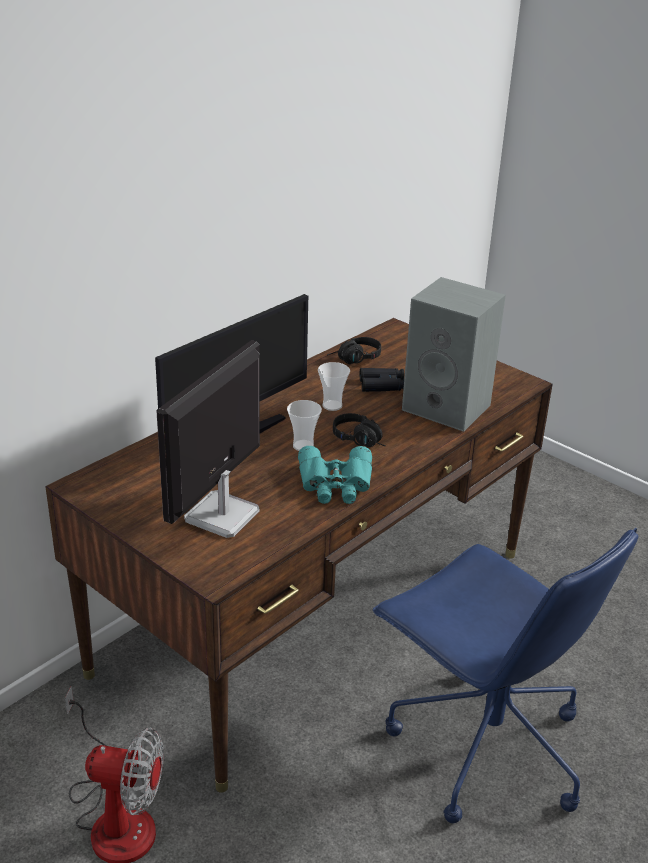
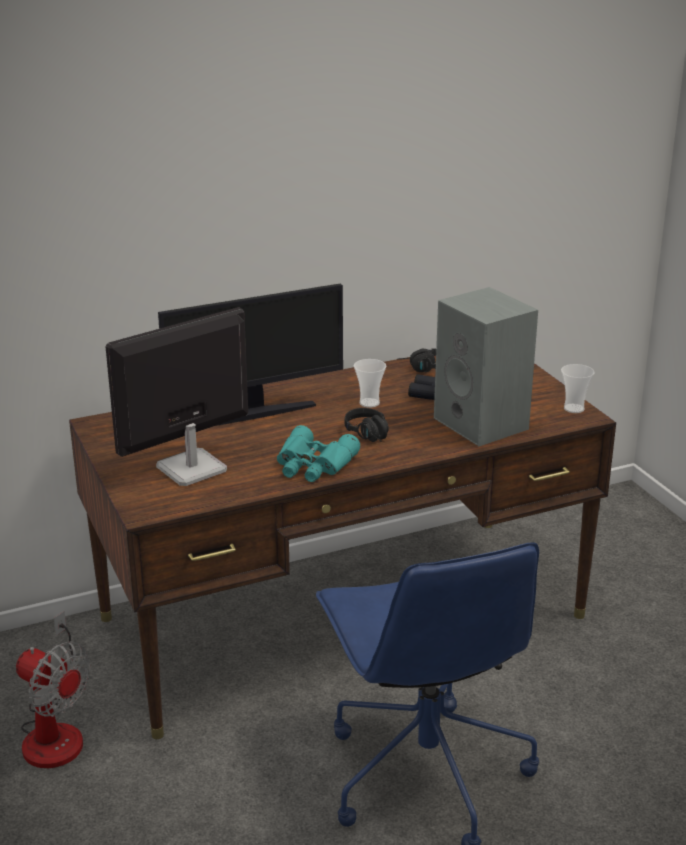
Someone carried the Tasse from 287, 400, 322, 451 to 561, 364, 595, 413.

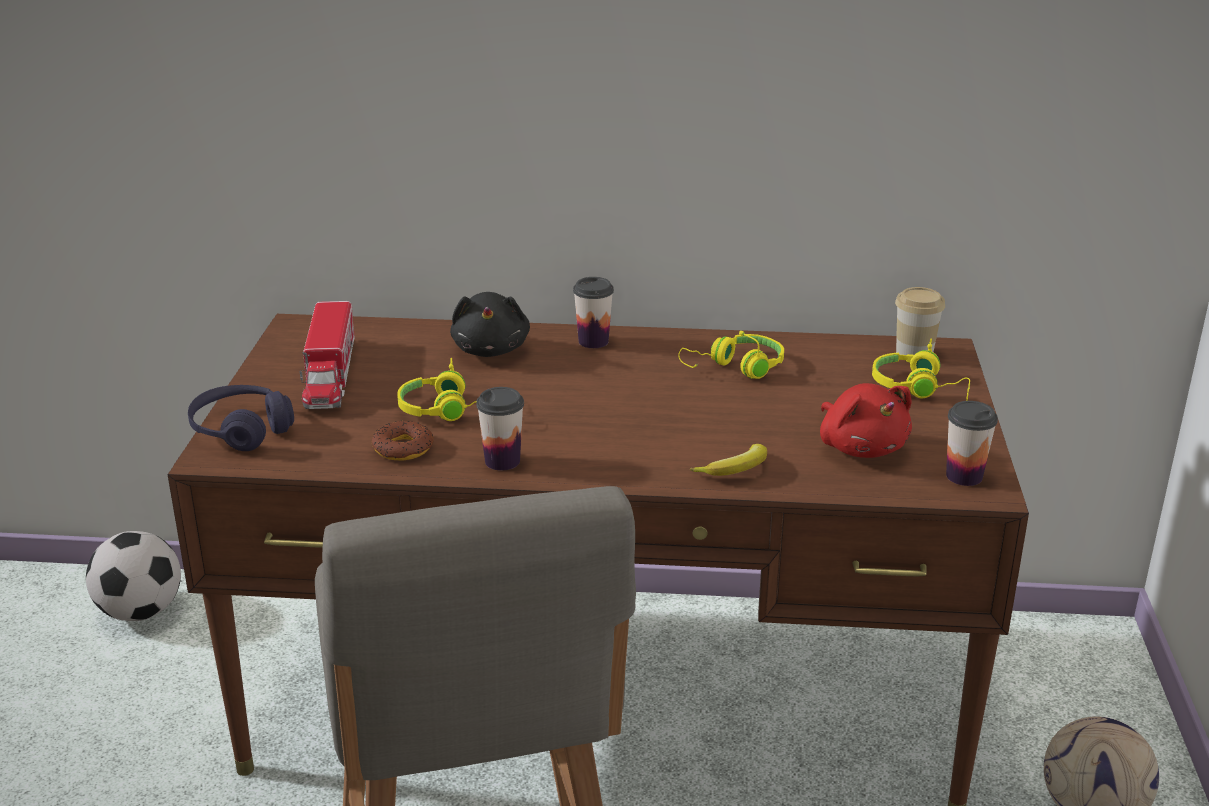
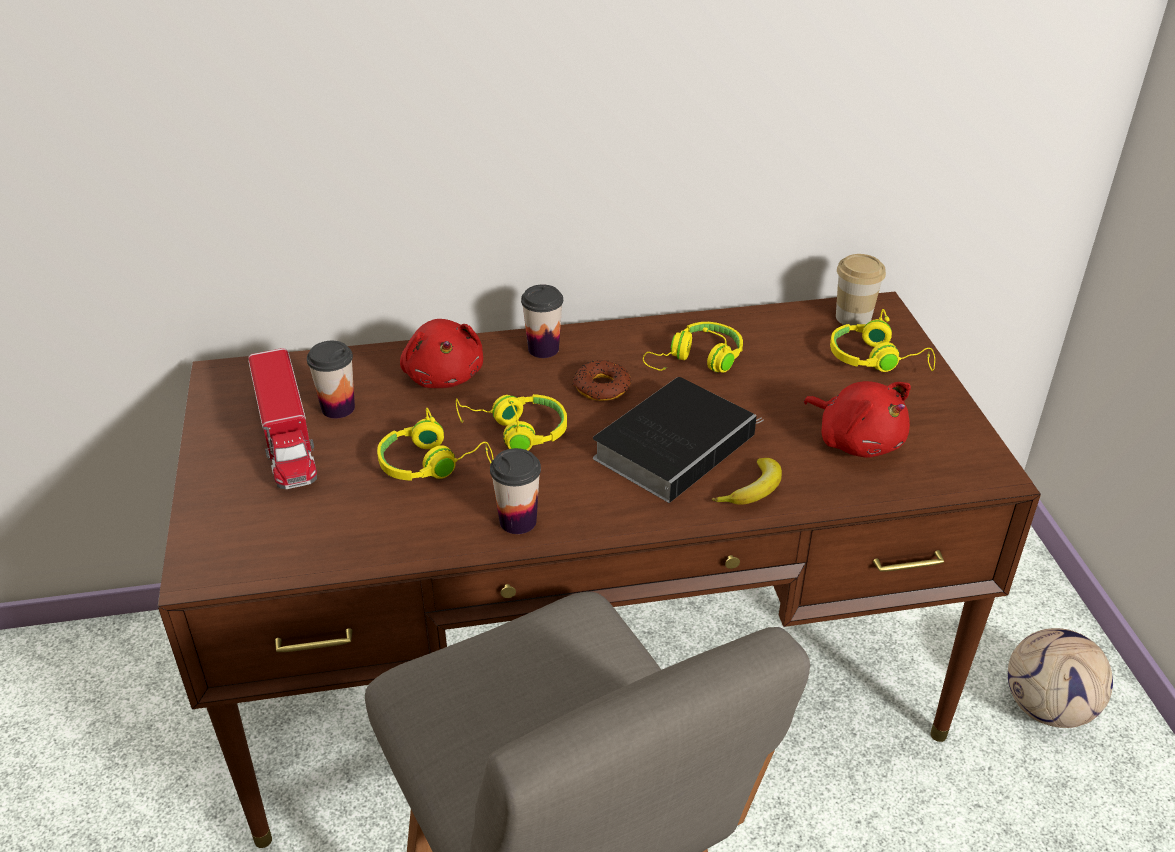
Someone took away the Fußball at 86, 531, 181, 621. Someone took away the Kopfhörer (lila) at 188, 385, 294, 451. Someone put down the Kopfhörer (gelb) at 456, 394, 567, 451. Someone put down the Buch at 593, 377, 764, 503. Someone carried the Donut from 371, 421, 434, 461 to 572, 360, 631, 401. Someone carried the Tasse from 946, 401, 998, 486 to 307, 341, 355, 419. Someone repainted the Plüschtier (schwarz) at 450, 292, 530, 357, which became the Plüschtier (rot) at 400, 319, 483, 388.

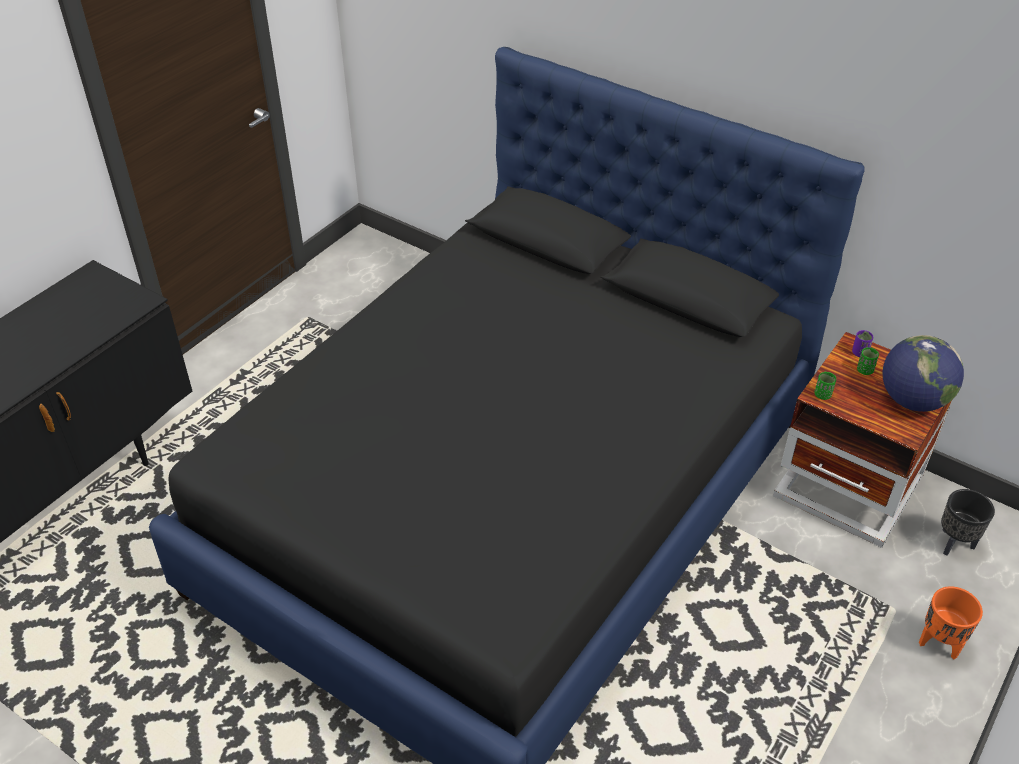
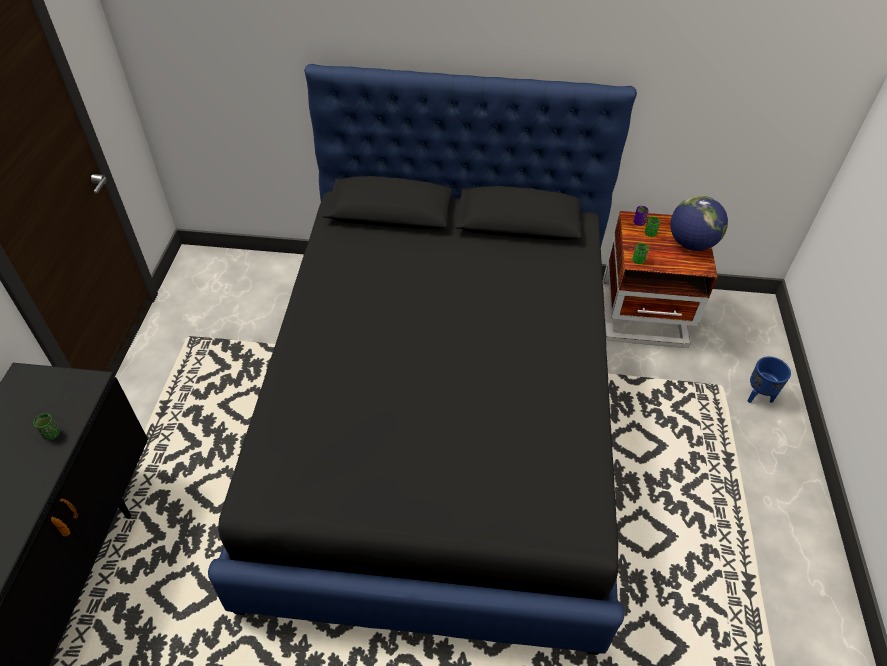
Someone took away the Pflanzkübel (schwarz) at 941, 489, 995, 556. Someone put down the Tasse (grün) at 33, 414, 60, 440. Someone repainted the Pflanzkübel (orange) at 919, 586, 983, 659, which became the Pflanzkübel (blau) at 748, 356, 791, 403.

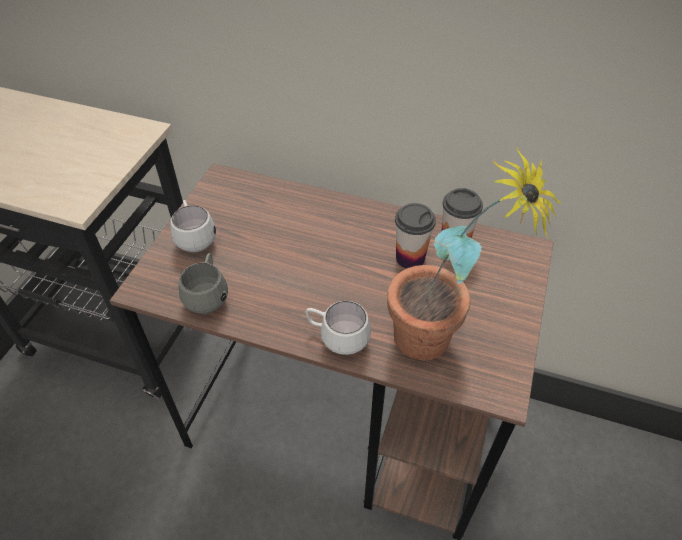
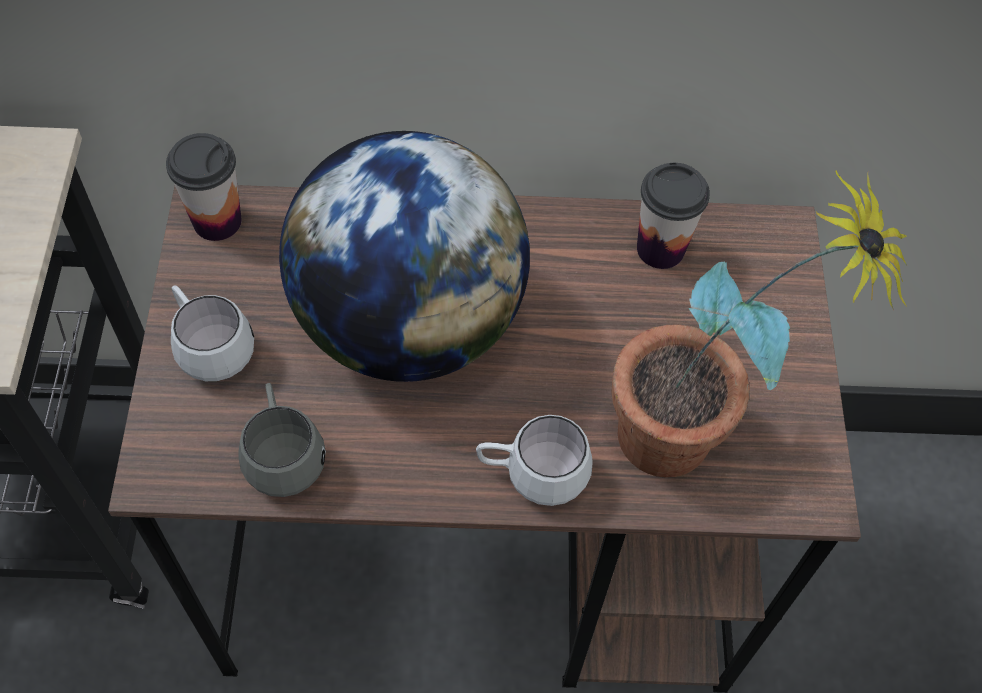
Someone put down the Globus at 279, 131, 530, 382. Someone carried the Tasse from 395, 203, 436, 269 to 166, 133, 242, 241.

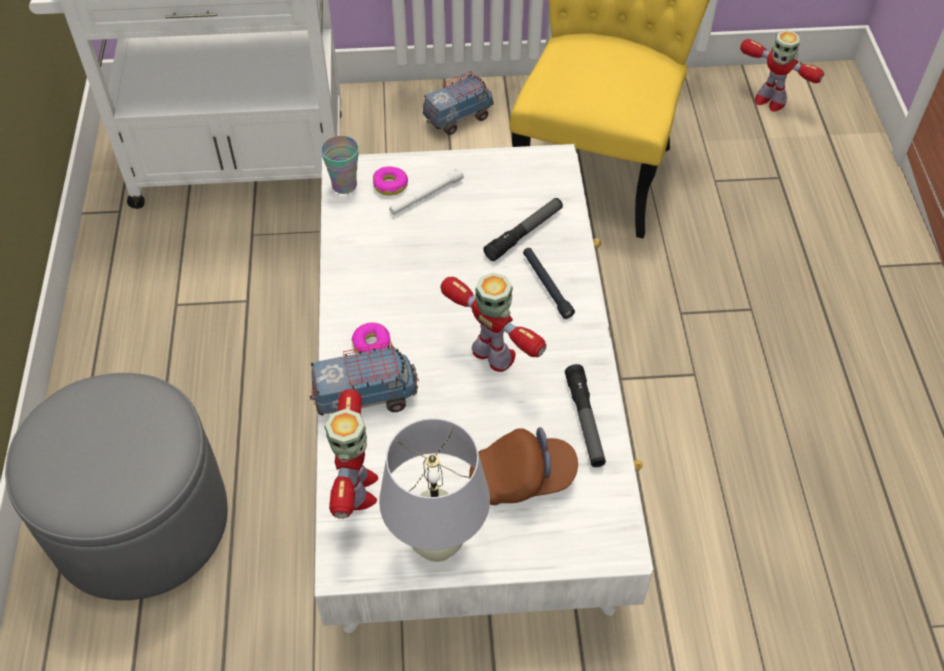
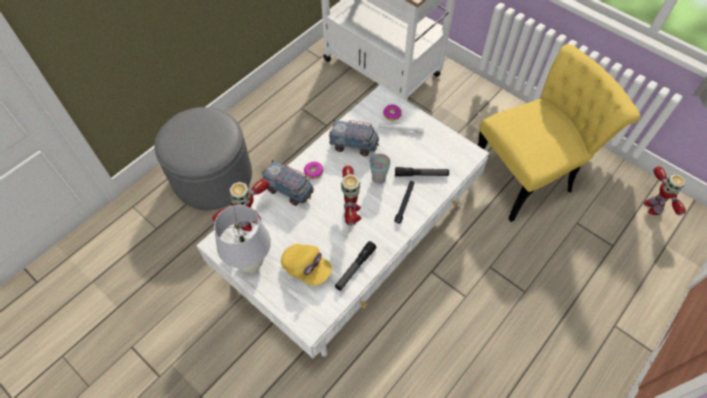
Someone carried the Tasse from 321, 136, 359, 194 to 369, 153, 391, 184. Someone carried the Spielzeuglaster from 423, 71, 494, 135 to 329, 120, 379, 156. Someone repainted the Kappe (braun) at 469, 427, 578, 505, which became the Kappe (gelb) at 281, 244, 332, 286.

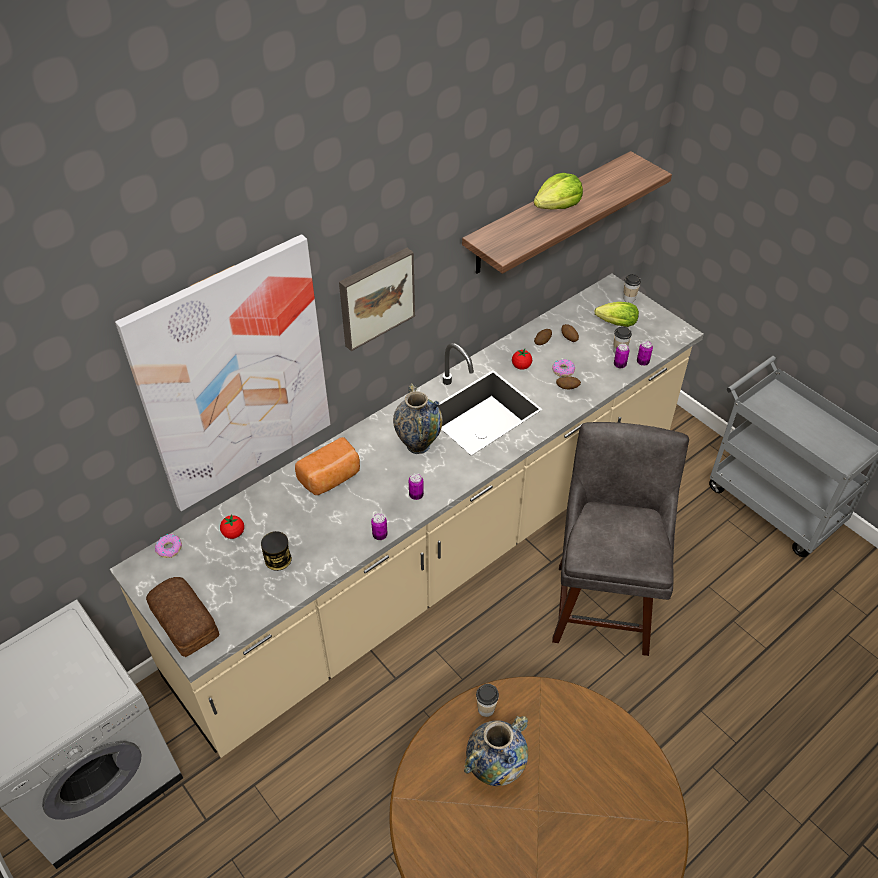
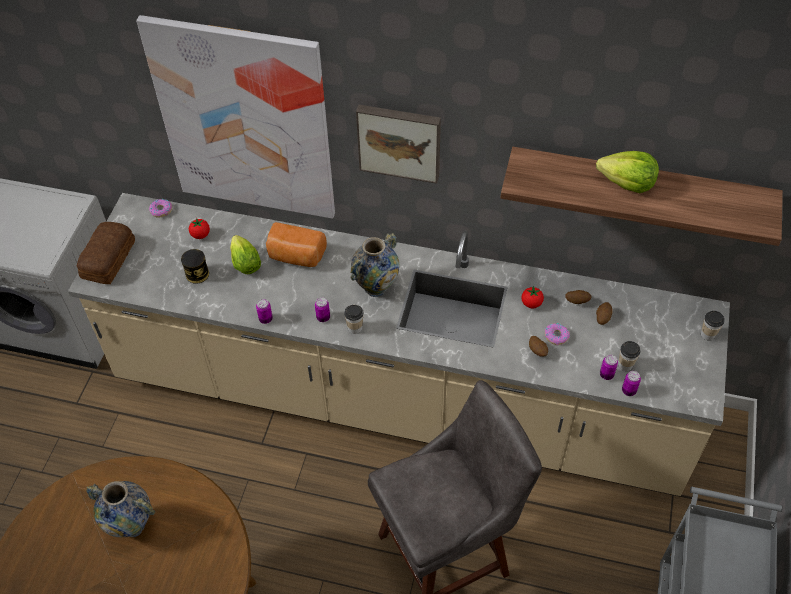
Someone carried the Tasse from 476, 684, 499, 717 to 344, 305, 364, 334. Someone carried the Salatkopf from 594, 302, 639, 327 to 230, 235, 261, 274.

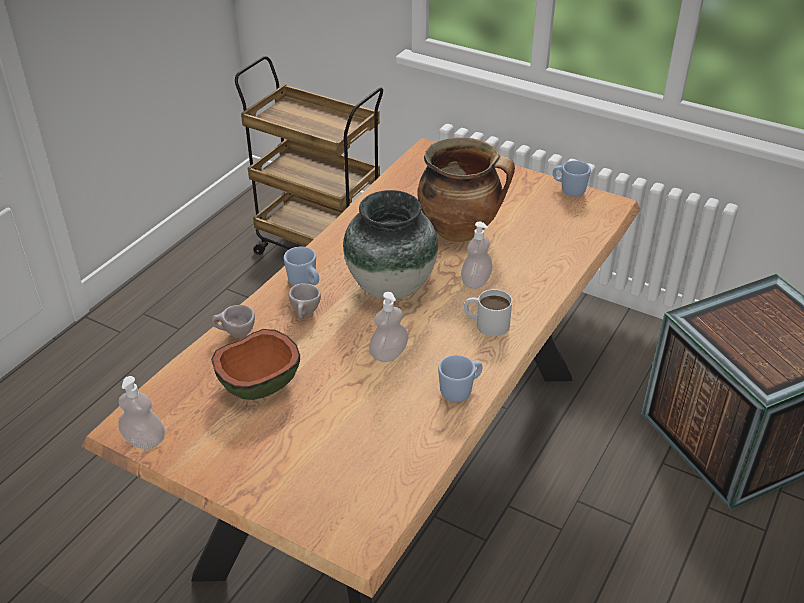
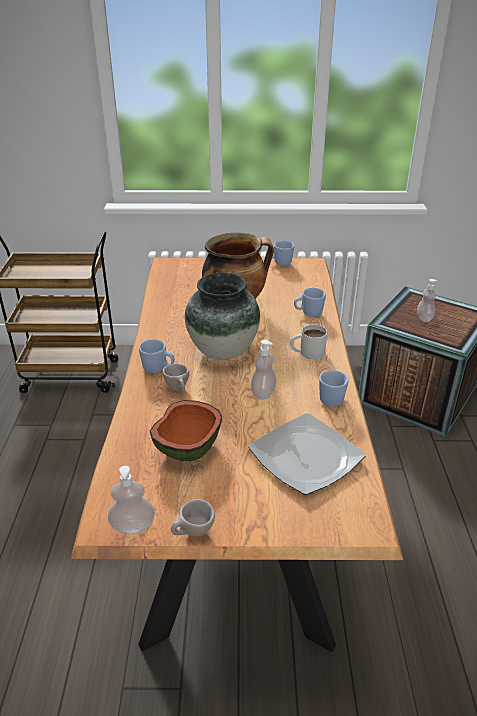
Someone put down the Teller at 249, 413, 365, 495. Someone put down the Henkelbecher (blau) at 294, 288, 326, 317. Someone carried the Tasse (beige) from 211, 305, 255, 338 to 171, 499, 215, 537. Someone carried the Seifenspender from 461, 222, 492, 289 to 417, 279, 438, 322.

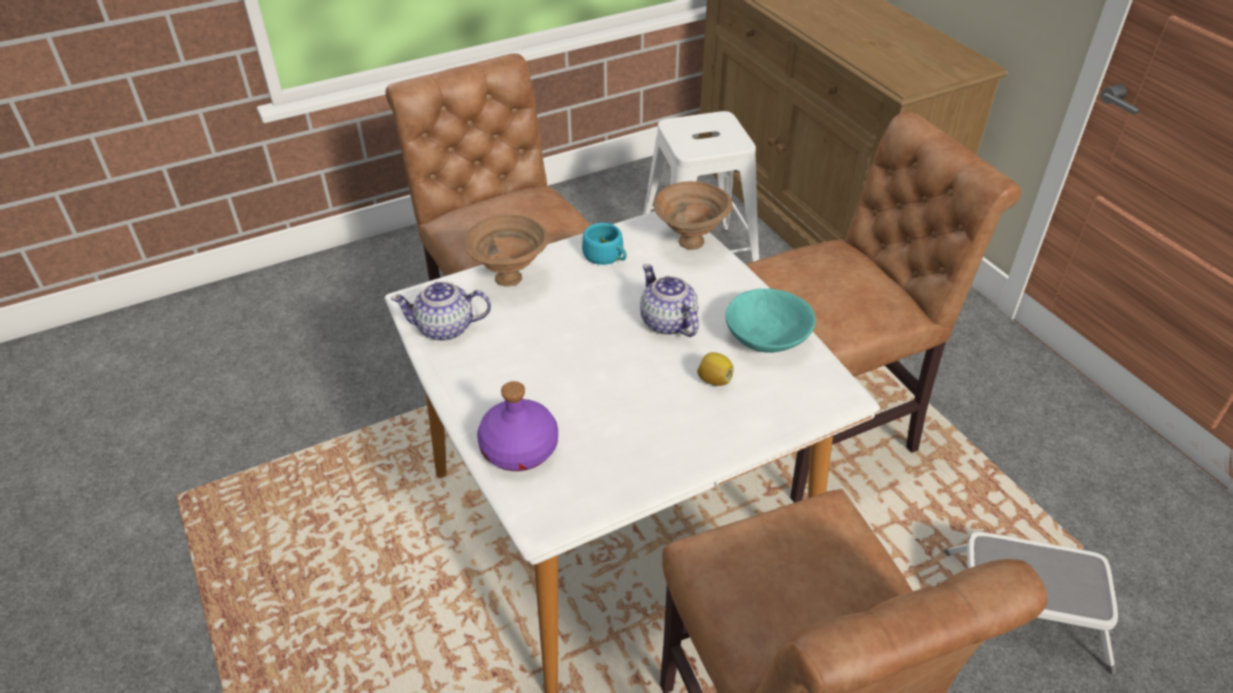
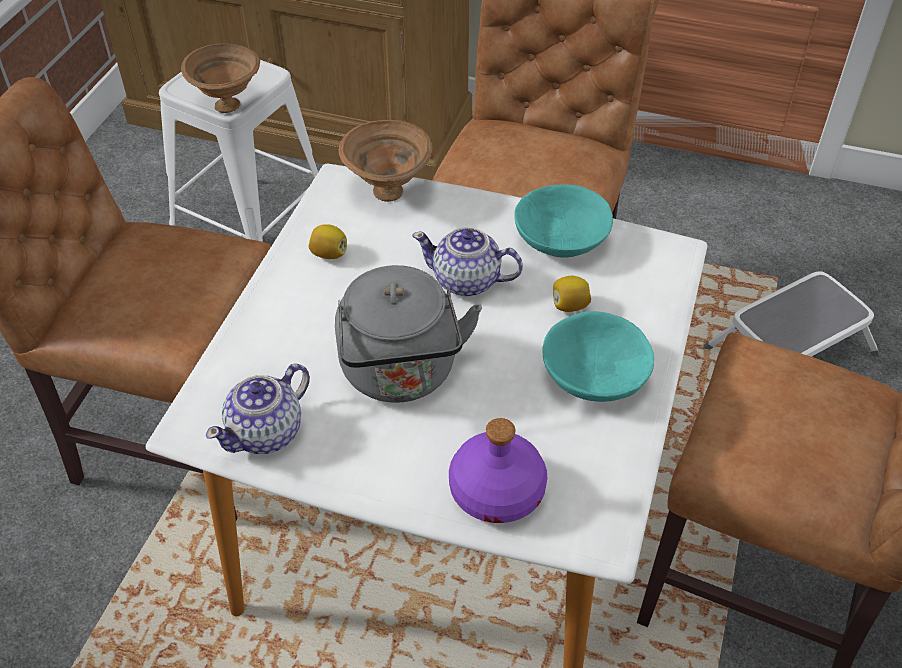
Someone put down the Wasserkessel (grau) at 335, 265, 482, 403. Someone put down the Schüssel (türkis) at 542, 311, 654, 402. Someone carried the Schüssel (braun) from 464, 214, 549, 287 to 181, 44, 260, 113. Someone swapped the Tasse (türkis) at 582, 223, 627, 265 for the Zitrone at 309, 224, 347, 259.

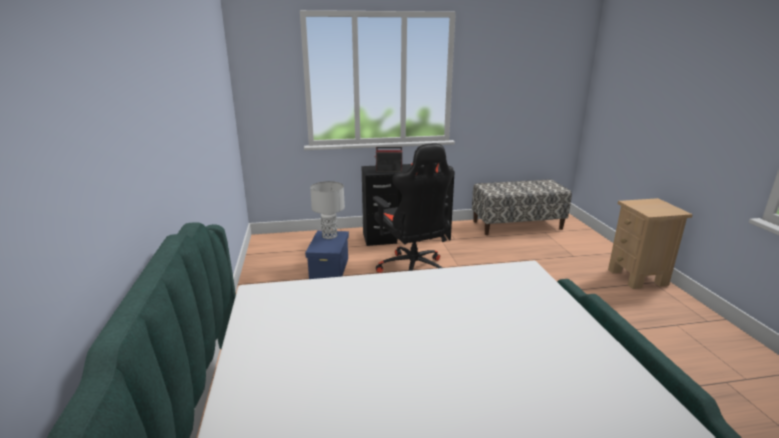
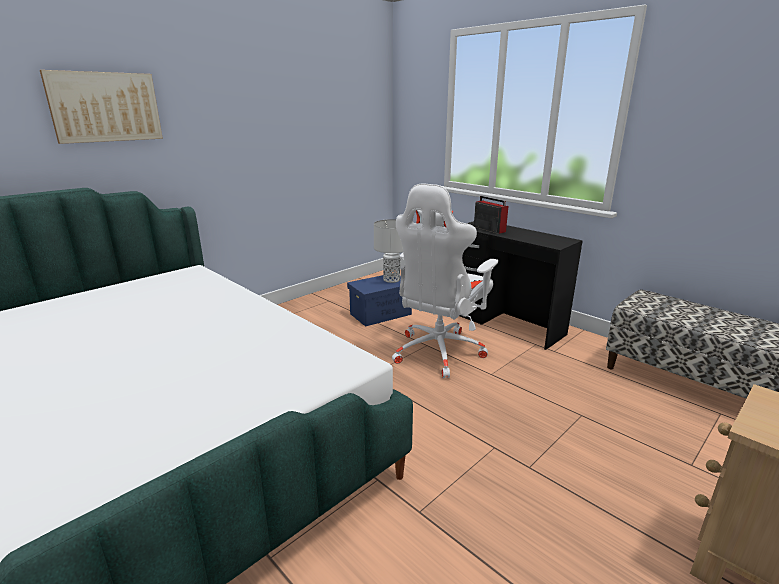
Someone put up the Bild at 40, 70, 163, 144. Someone repainted the Bürostuhl (schwarz) at 373, 143, 454, 273, which became the Bürostuhl (weiß) at 392, 183, 498, 378.

